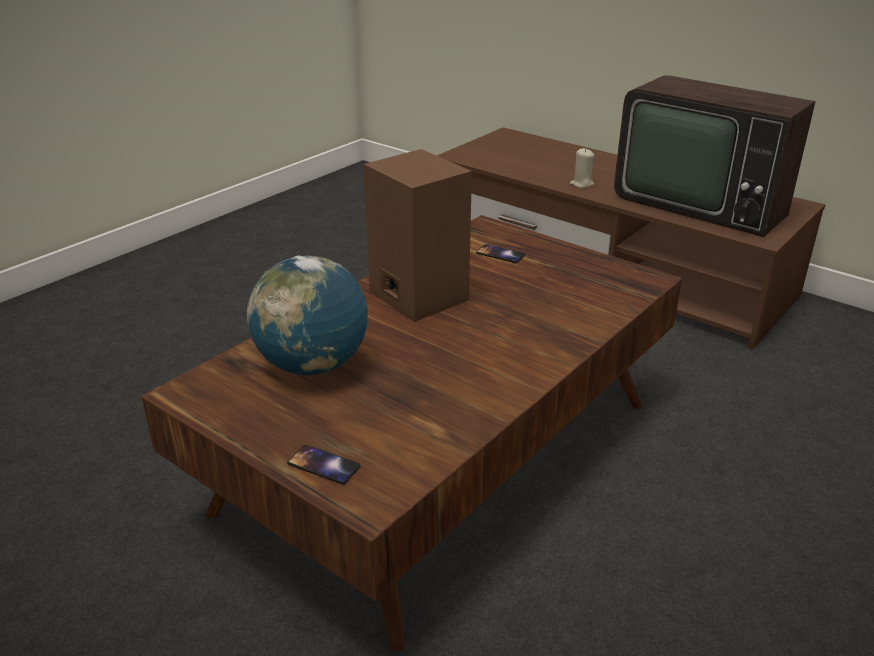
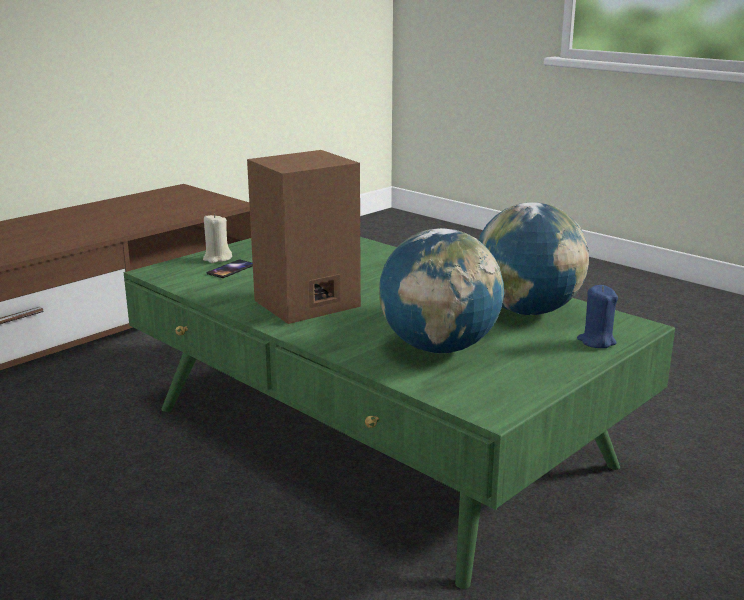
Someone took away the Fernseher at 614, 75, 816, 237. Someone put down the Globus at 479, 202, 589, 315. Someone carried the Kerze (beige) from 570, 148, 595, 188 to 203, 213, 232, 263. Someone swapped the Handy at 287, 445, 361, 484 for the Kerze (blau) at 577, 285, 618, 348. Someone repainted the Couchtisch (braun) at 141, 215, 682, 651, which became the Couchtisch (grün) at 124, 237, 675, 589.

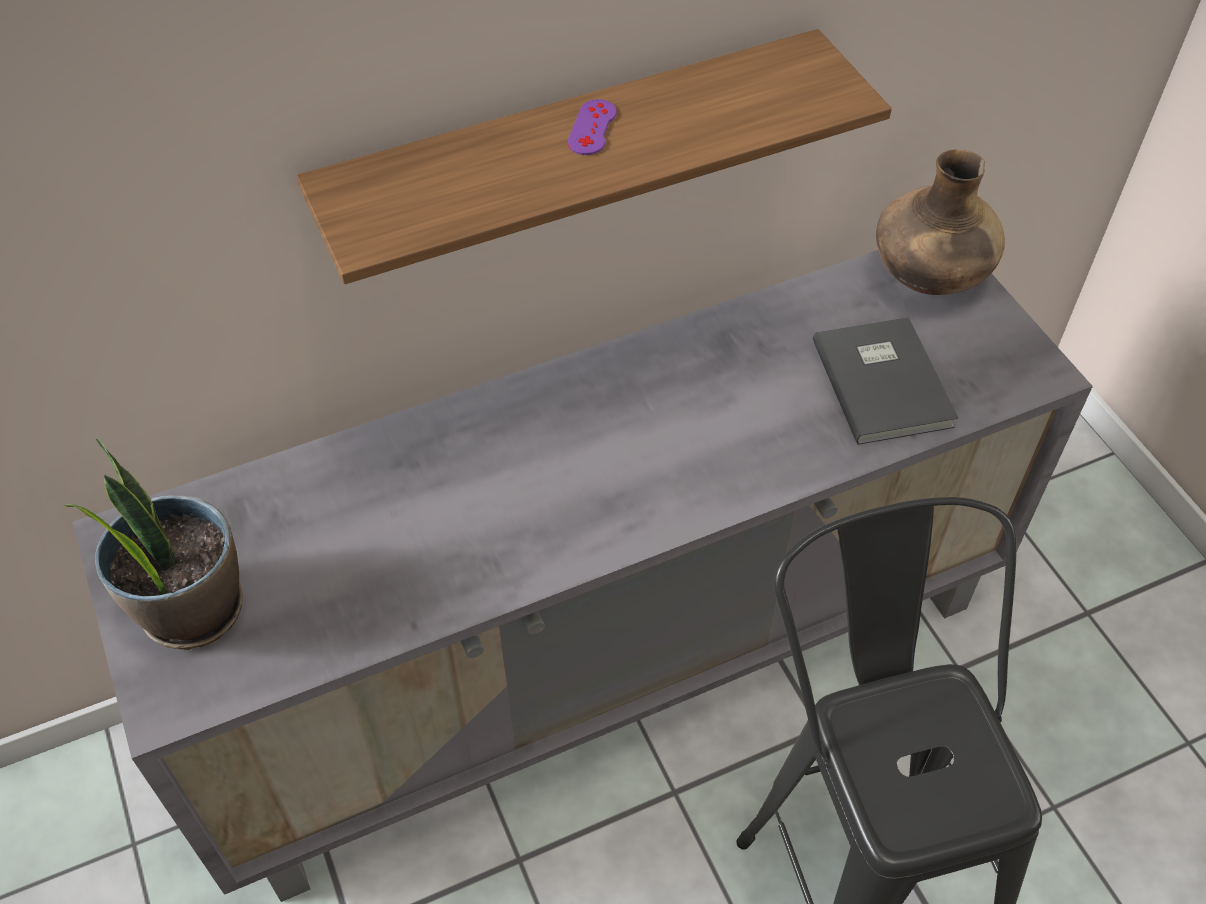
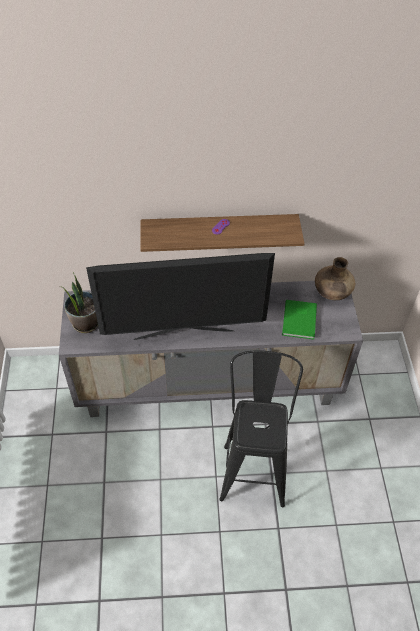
Someone put down the Fernseher at 86, 253, 275, 340. Someone repainted the Buch (grau) at 813, 317, 958, 445, which became the Buch (grün) at 282, 300, 317, 339.

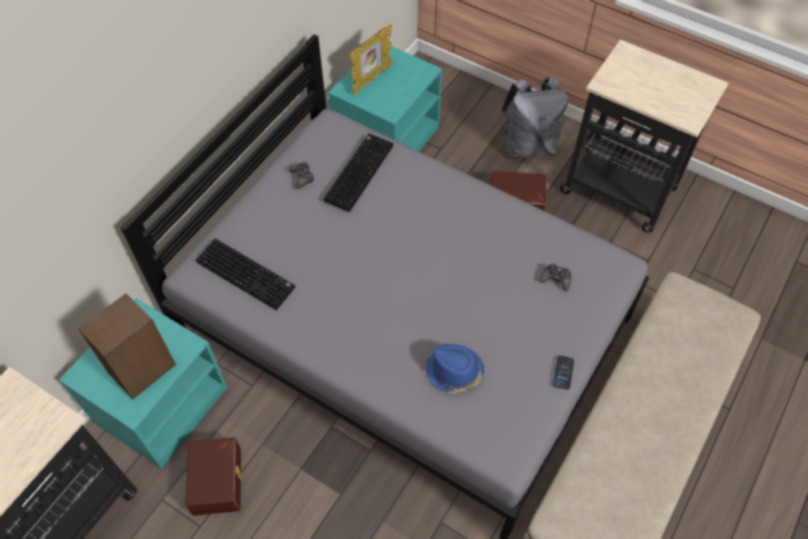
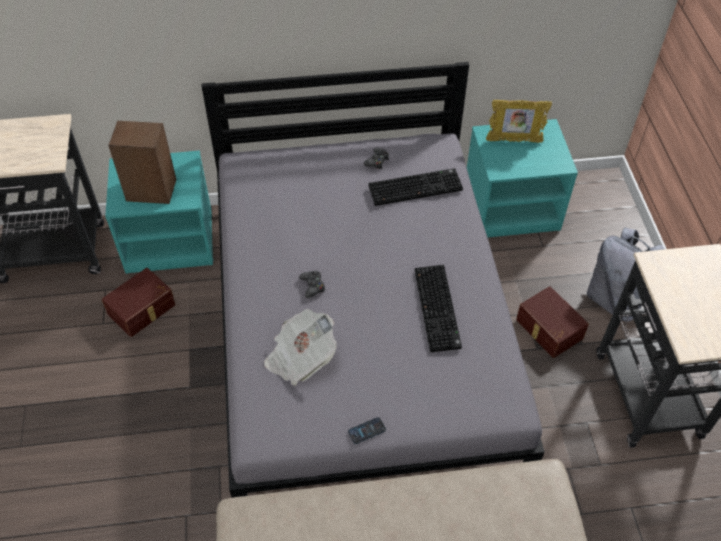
Someone carried the Tastatur from 196, 239, 295, 310 to 415, 265, 462, 352. Someone carried the Gamepad (schwarz) from 539, 264, 571, 291 to 299, 270, 325, 298. Someone swapped the Hut (blau) at 426, 344, 485, 394 for the Zeitung at 264, 309, 337, 386.

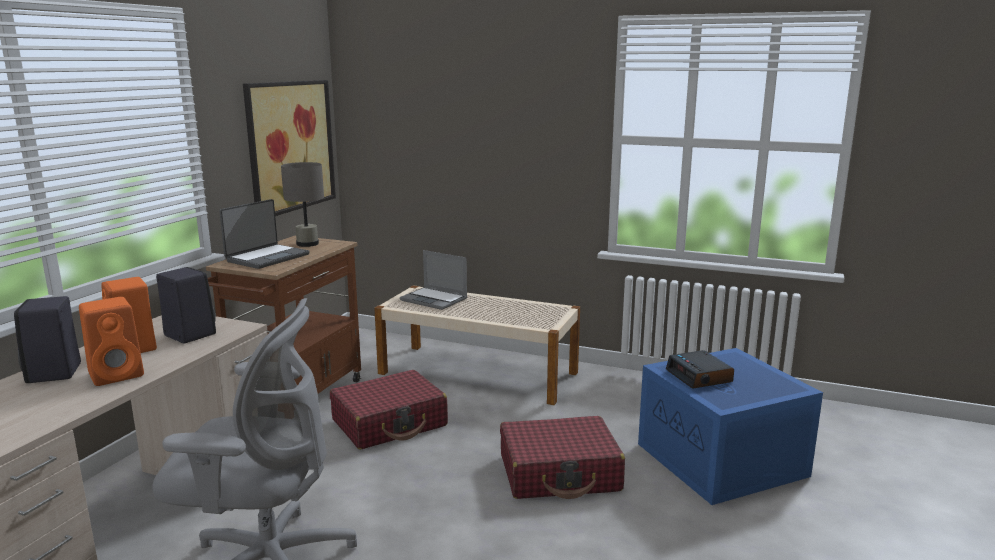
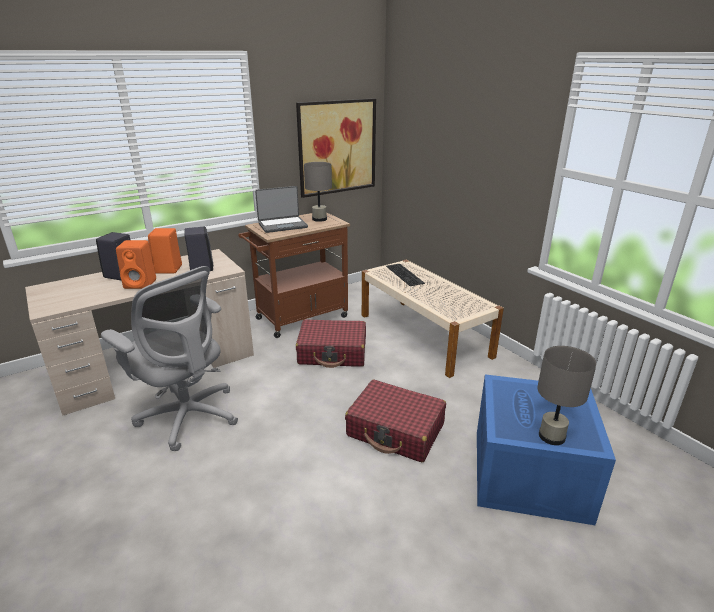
Someone took away the Wecker at 666, 350, 734, 389. Someone put down the Tischlampe (grau) at 538, 346, 596, 445. Someone swapped the Laptop at 400, 250, 467, 310 for the Tastatur at 386, 264, 425, 286.

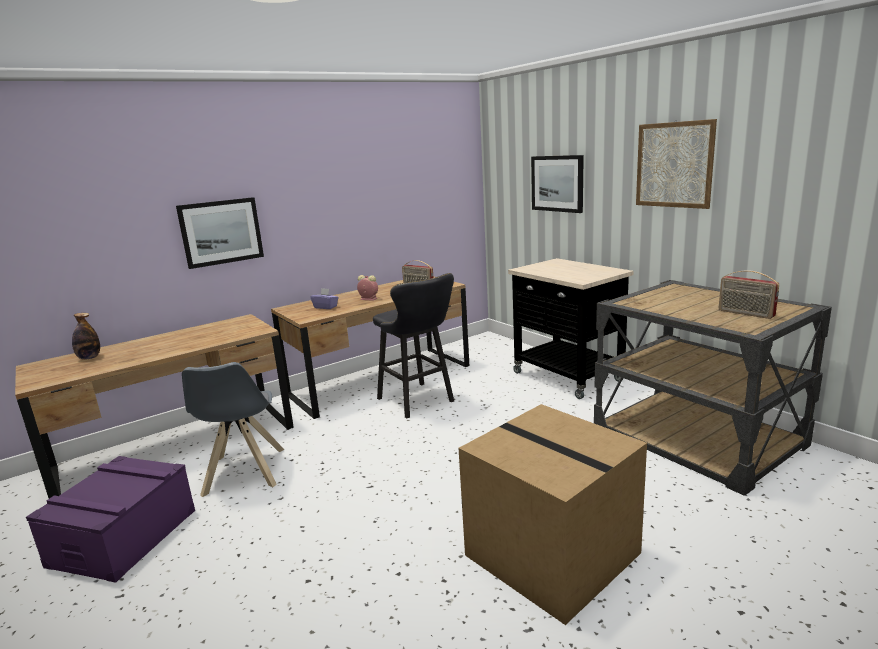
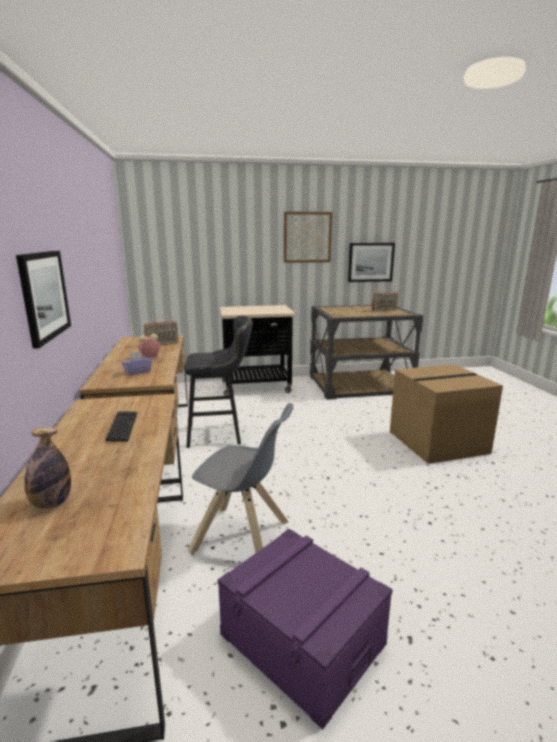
Someone put down the Tastatur at 105, 411, 137, 442. Someone carried the Bild from 531, 155, 584, 213 to 348, 243, 395, 282.

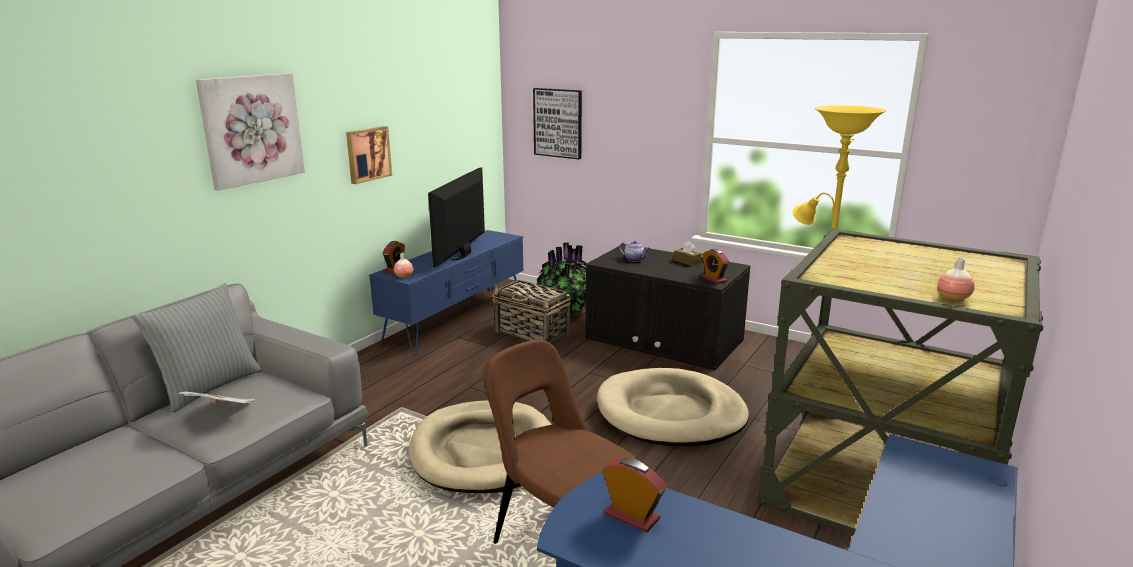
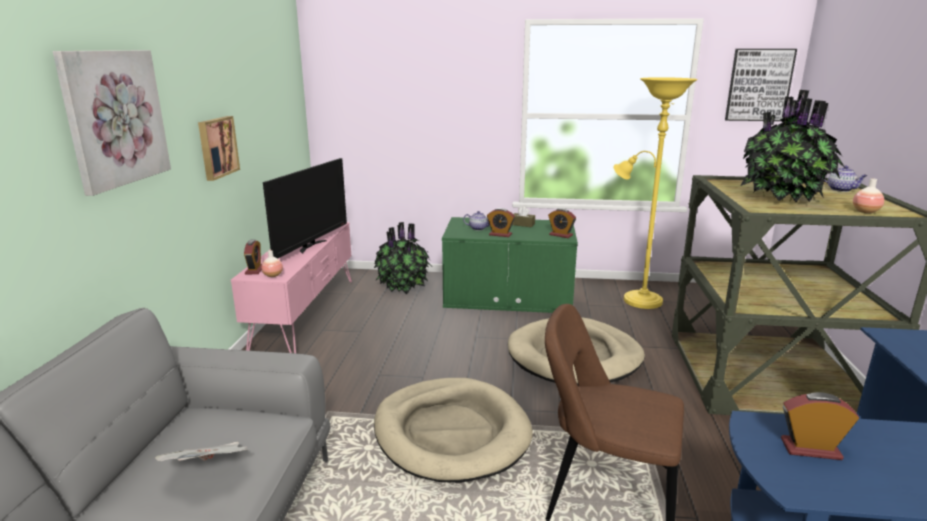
Someone took away the Kissen (grau) at 132, 283, 262, 413. Someone took away the Korb at 492, 280, 571, 343. Someone put down the Wecker at 487, 208, 515, 237. Someone put down the Topfpflanze at 741, 90, 845, 202. Someone put down the Teekanne at 822, 166, 867, 192. Someone carried the Bild from 533, 88, 582, 159 to 725, 49, 797, 121. Someone repainted the Fernsehschrank (blau) at 369, 230, 523, 355, which became the Fernsehschrank (rosa) at 231, 222, 352, 354. Someone repainted the Schrank (schwarz) at 585, 244, 750, 371, which became the Schrank (grün) at 442, 217, 578, 313. Someone rotated the Fernseher at 428, 167, 485, 267 by 150 degrees counterclockwise.

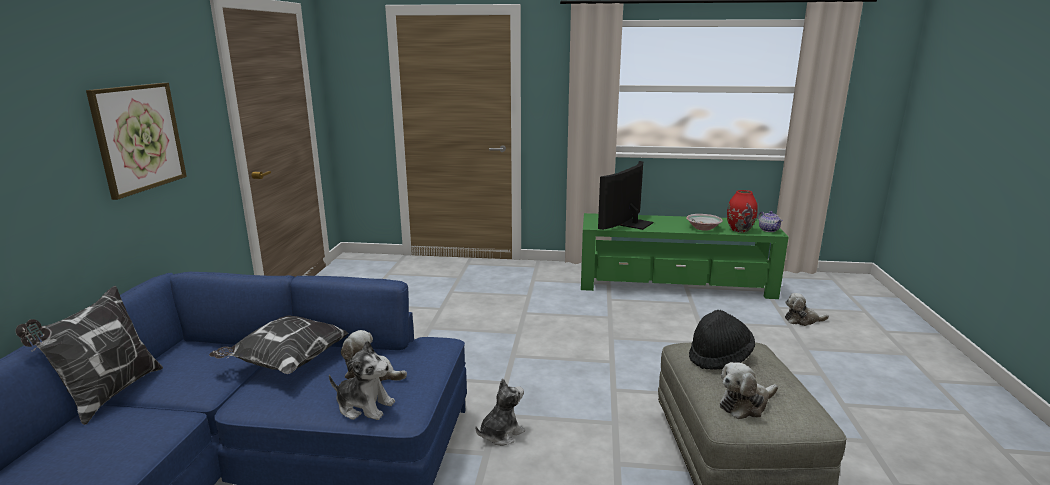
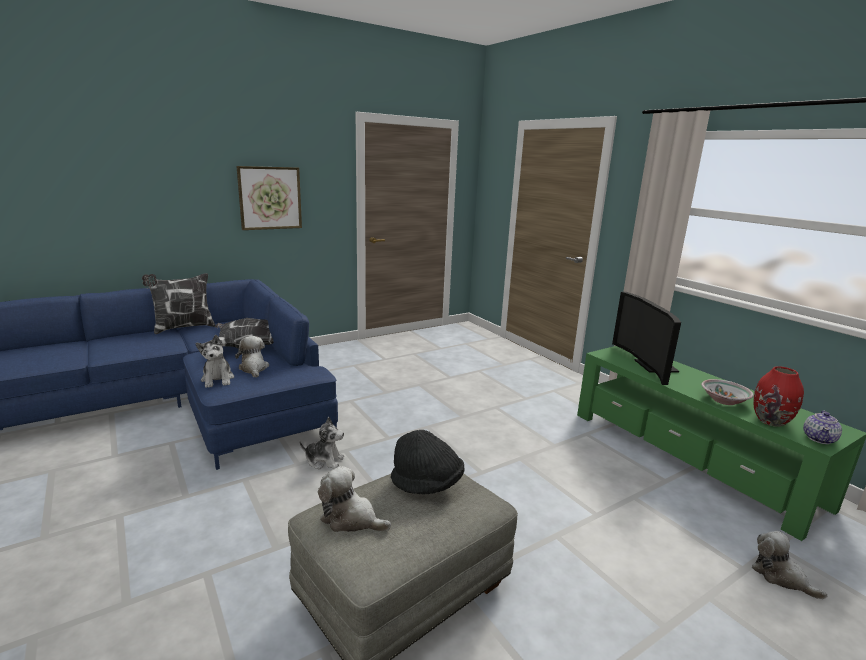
Someone rotated the Fernseher at 598, 161, 653, 230 by 90 degrees counterclockwise.

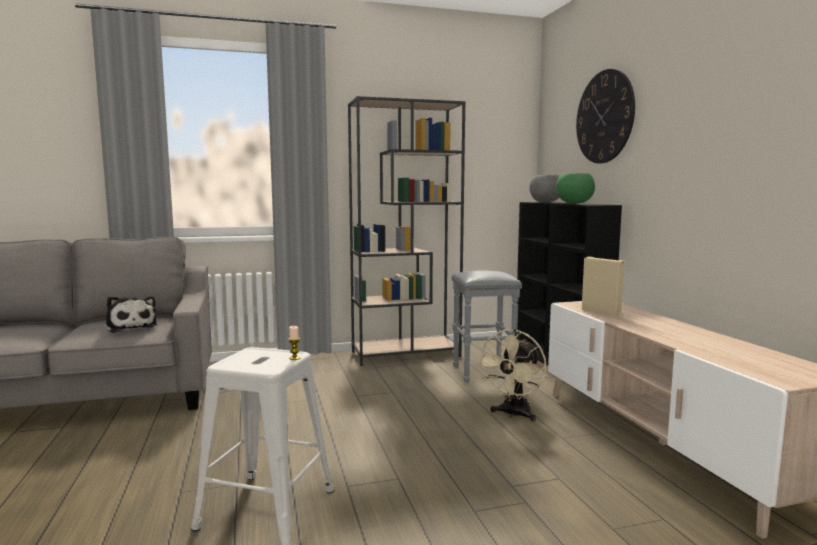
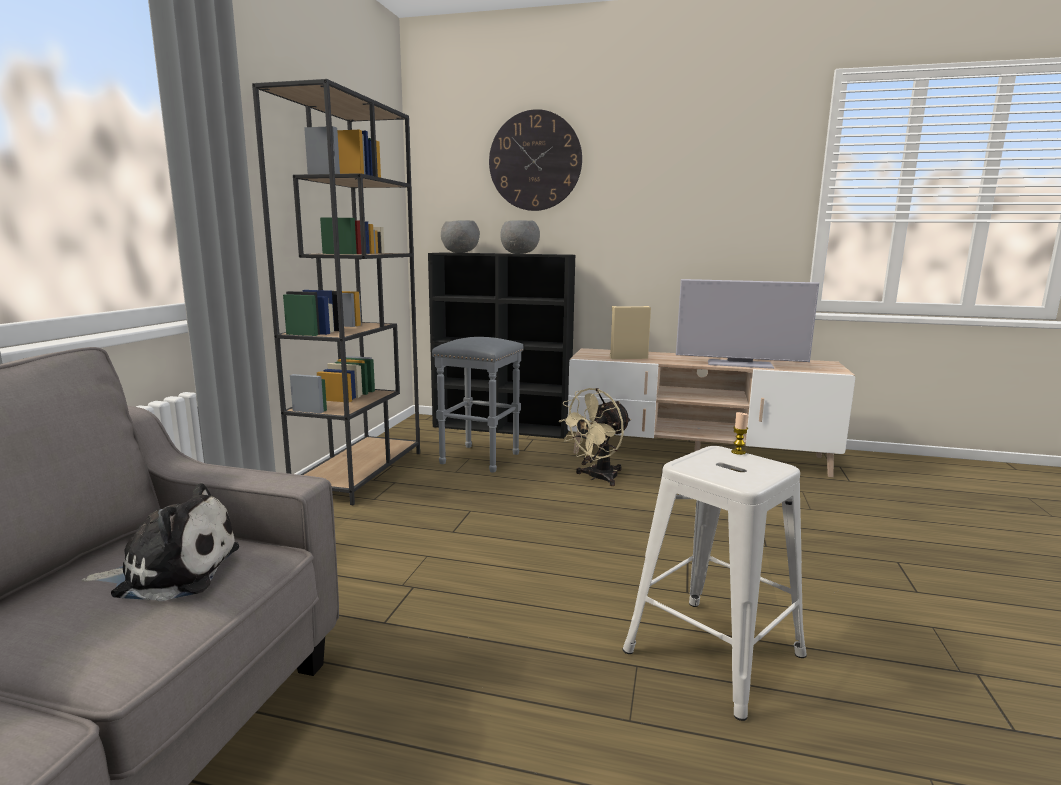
Someone put down the Fernseher at 676, 279, 819, 369. Someone repainted the Schüssel (grün) at 556, 173, 595, 204, which became the Schüssel (grau) at 500, 220, 540, 254. Someone rotated the Ventilator (beige) at 476, 329, 547, 422 by 75 degrees clockwise.

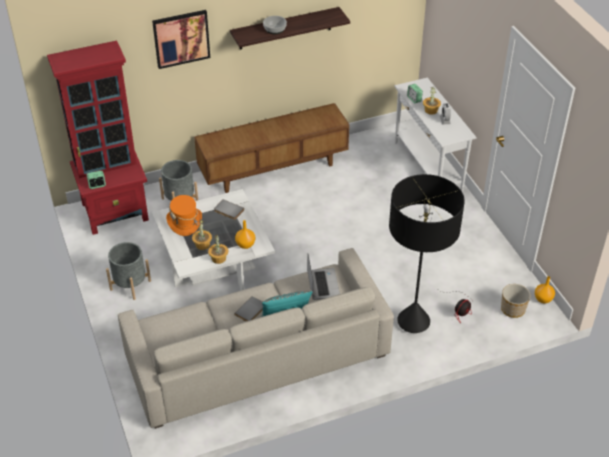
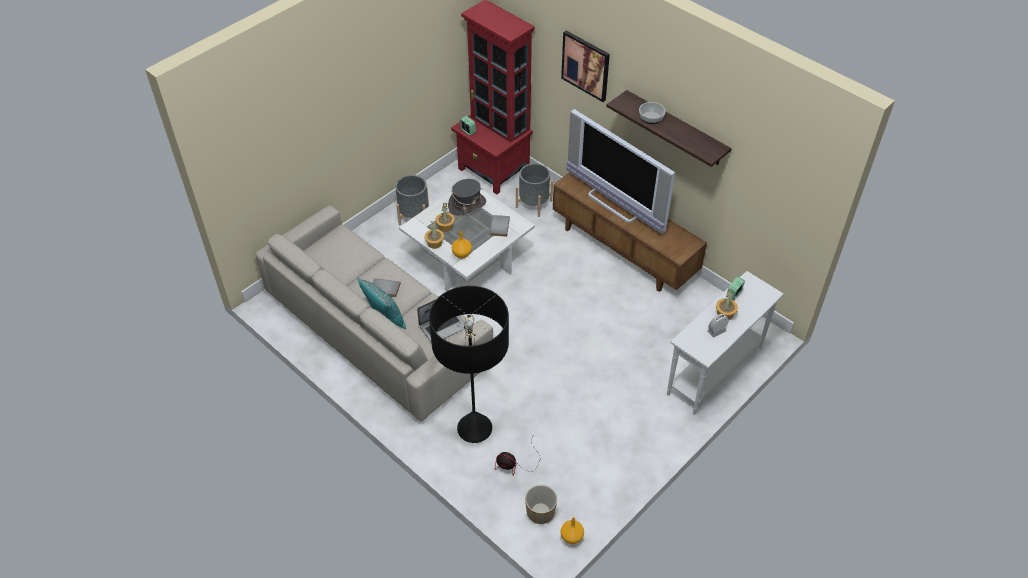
Someone put down the Fernseher at 566, 109, 675, 234. Someone repainted the Hut (orange) at 166, 195, 202, 236, which became the Hut (grau) at 448, 179, 486, 215.

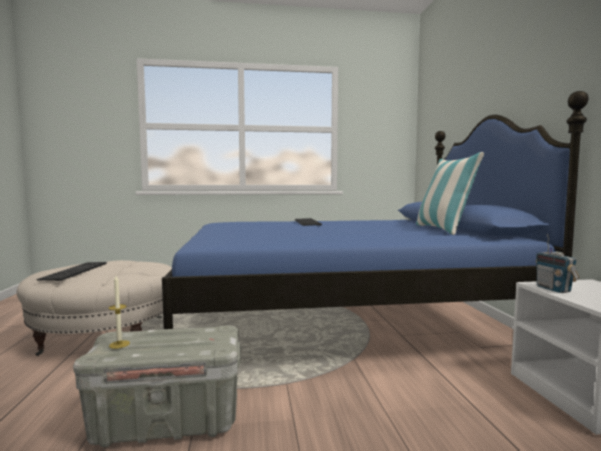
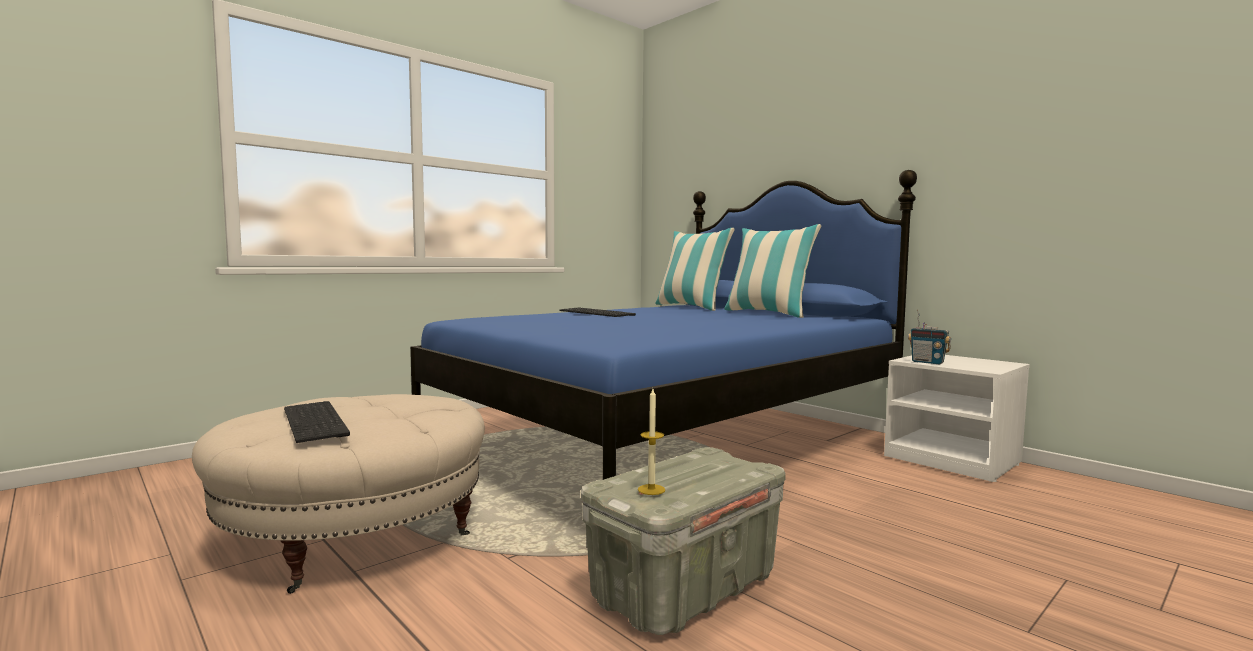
Someone put down the Kissen at 655, 228, 735, 311.

